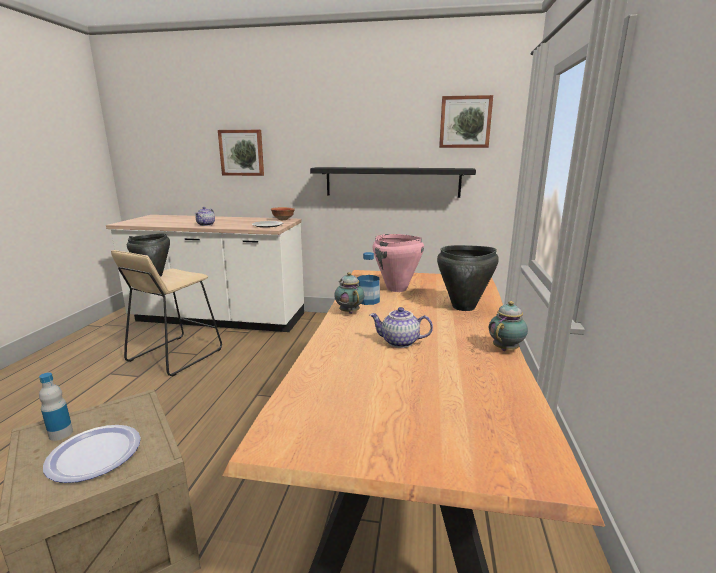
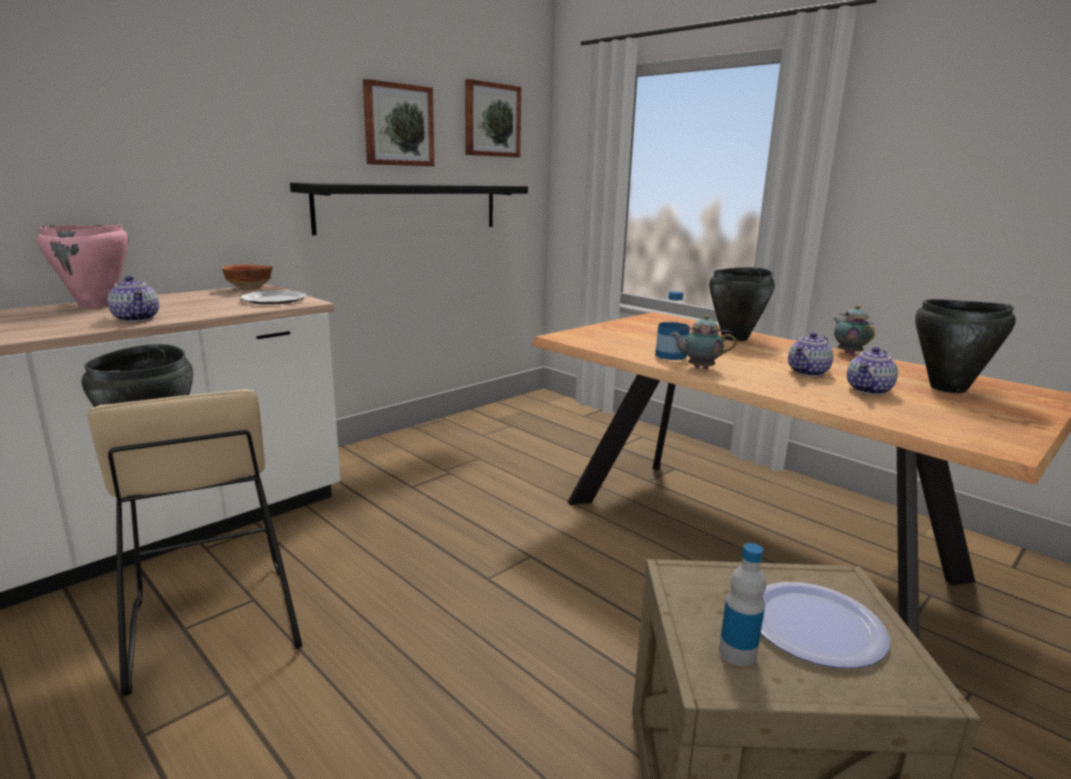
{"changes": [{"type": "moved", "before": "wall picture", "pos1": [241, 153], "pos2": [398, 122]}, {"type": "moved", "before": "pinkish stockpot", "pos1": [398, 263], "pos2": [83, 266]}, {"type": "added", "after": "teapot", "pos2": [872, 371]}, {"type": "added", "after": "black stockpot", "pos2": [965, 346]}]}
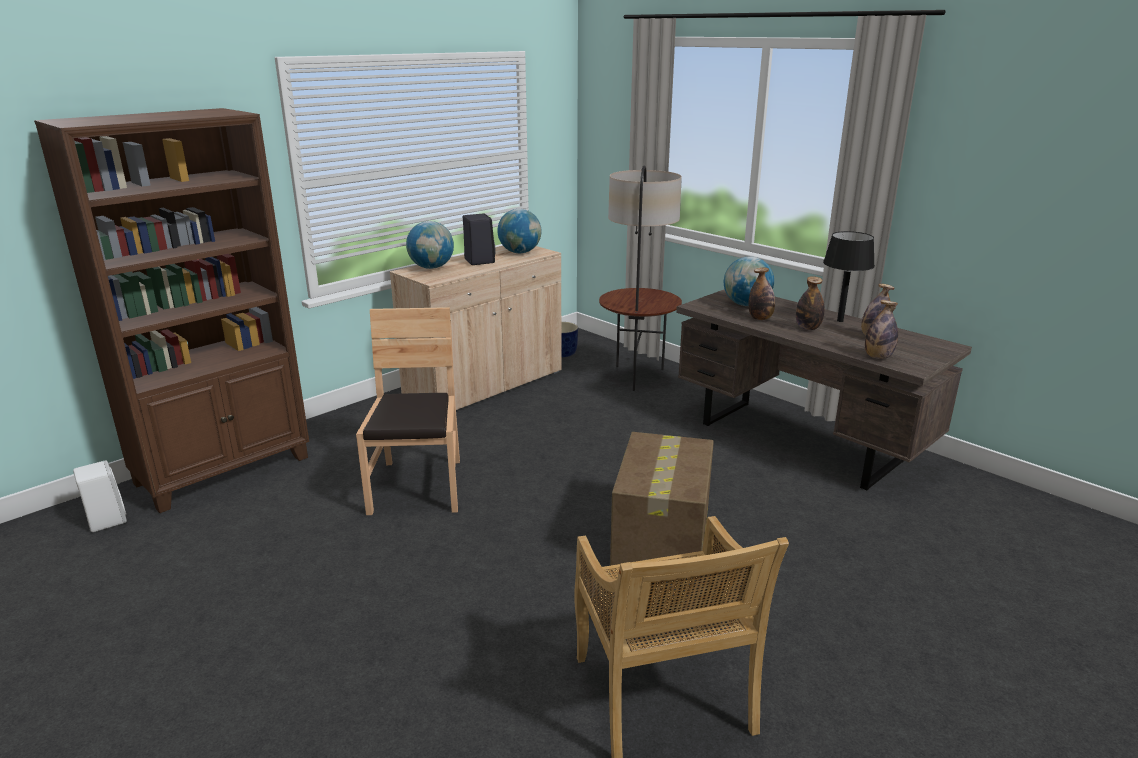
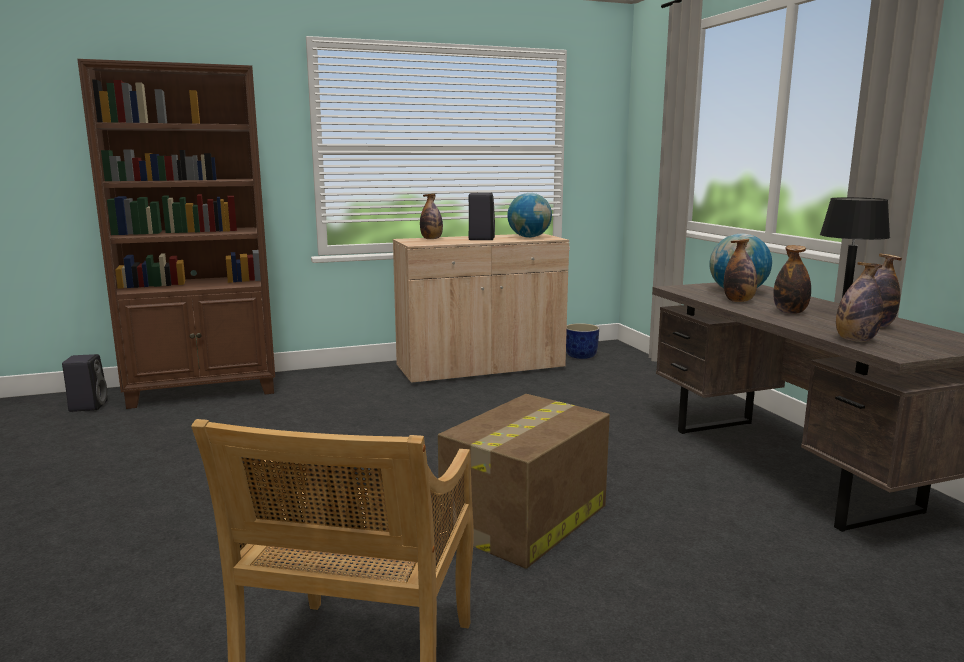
{"changes": [{"type": "recoloured", "before": "white audio speaker", "after": "black audio speaker", "pos1": [100, 496], "pos2": [85, 383]}, {"type": "removed", "before": "brown-coloured upright chair", "pos1": [408, 411]}, {"type": "replaced", "before": "world globe", "after": "bottle", "pos1": [430, 245], "pos2": [431, 216]}, {"type": "removed", "before": "floor lamp", "pos1": [640, 278]}]}
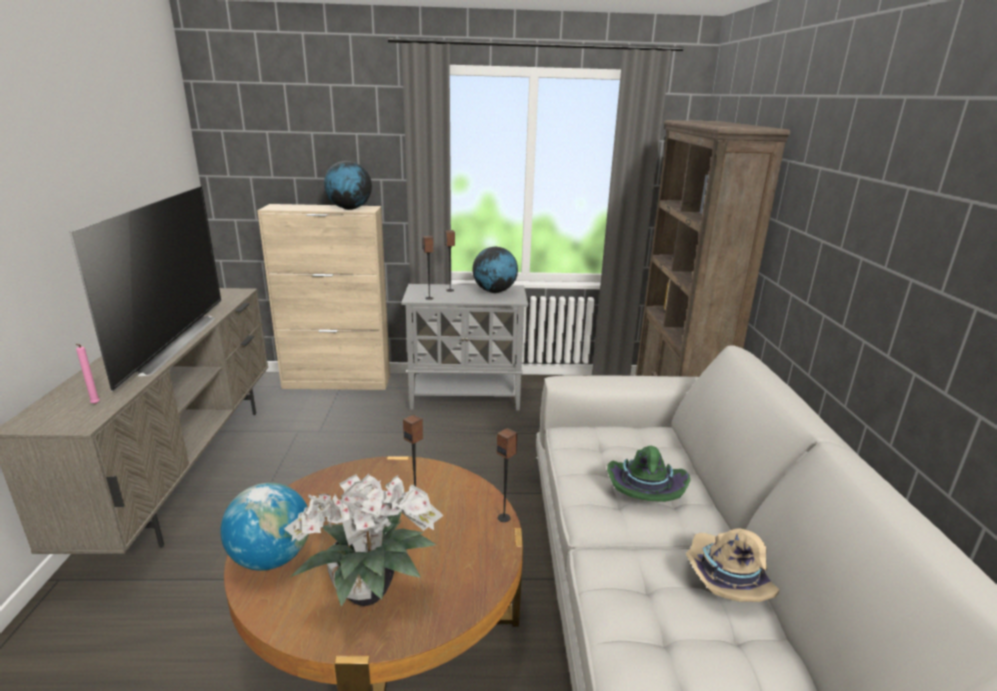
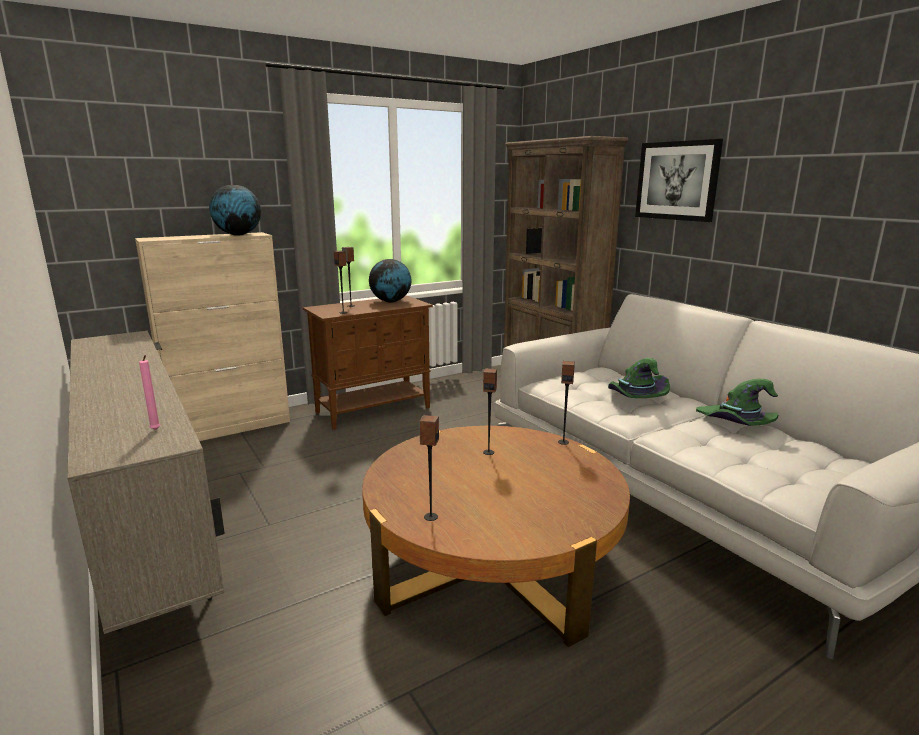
{"changes": [{"type": "removed", "before": "TV set", "pos1": [145, 289]}, {"type": "replaced", "before": "world globe", "after": "audio speaker", "pos1": [265, 527], "pos2": [429, 468]}, {"type": "removed", "before": "houseplant", "pos1": [364, 540]}, {"type": "recoloured", "before": "gray cupboard", "after": "brown-coloured cupboard", "pos1": [464, 347], "pos2": [368, 363]}, {"type": "recoloured", "before": "beige hat", "after": "greenish hat", "pos1": [733, 565], "pos2": [737, 402]}, {"type": "added", "after": "wall picture", "pos2": [679, 180]}]}
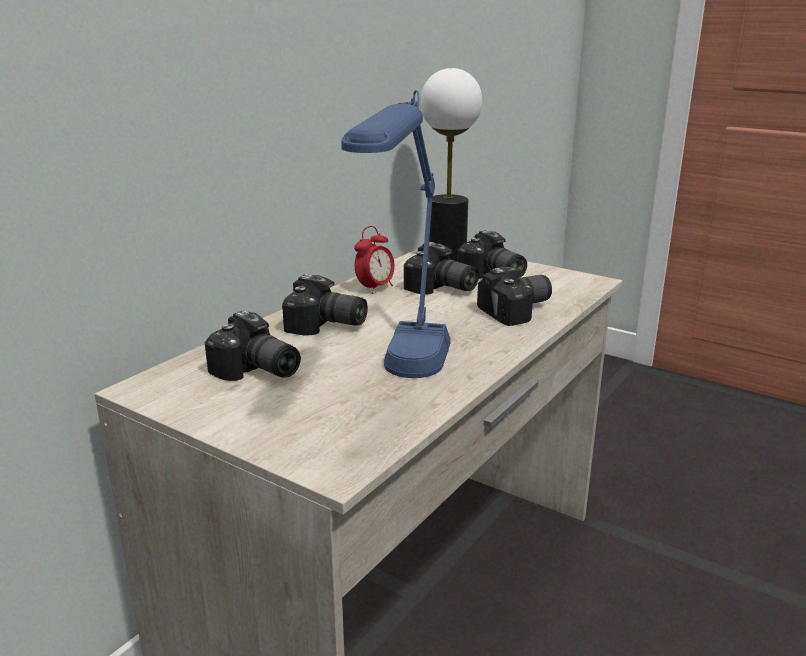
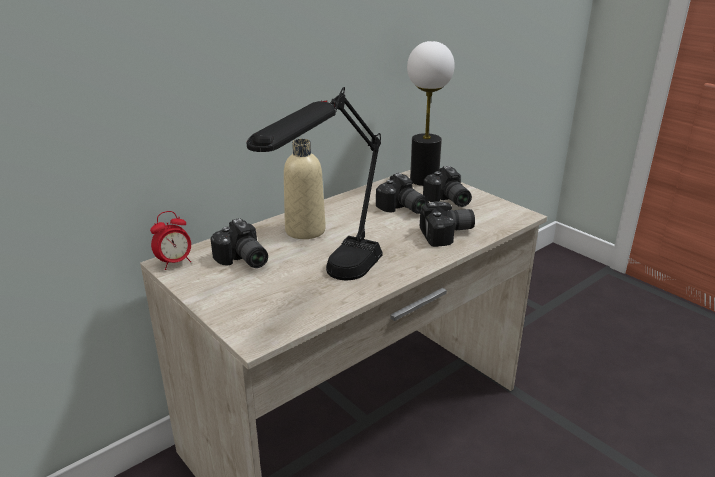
{"changes": [{"type": "replaced", "before": "still camera", "after": "beige bottle", "pos1": [325, 305], "pos2": [305, 189]}, {"type": "recoloured", "before": "blue-coloured lamp for a table", "after": "black lamp for a table", "pos1": [396, 234], "pos2": [315, 183]}, {"type": "moved", "before": "table clock", "pos1": [374, 260], "pos2": [170, 240]}]}
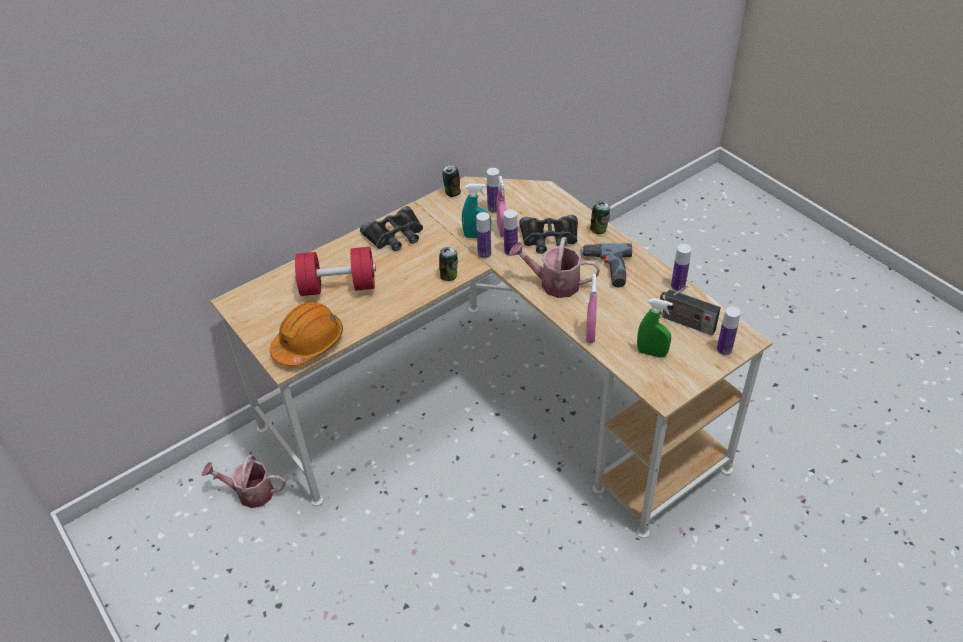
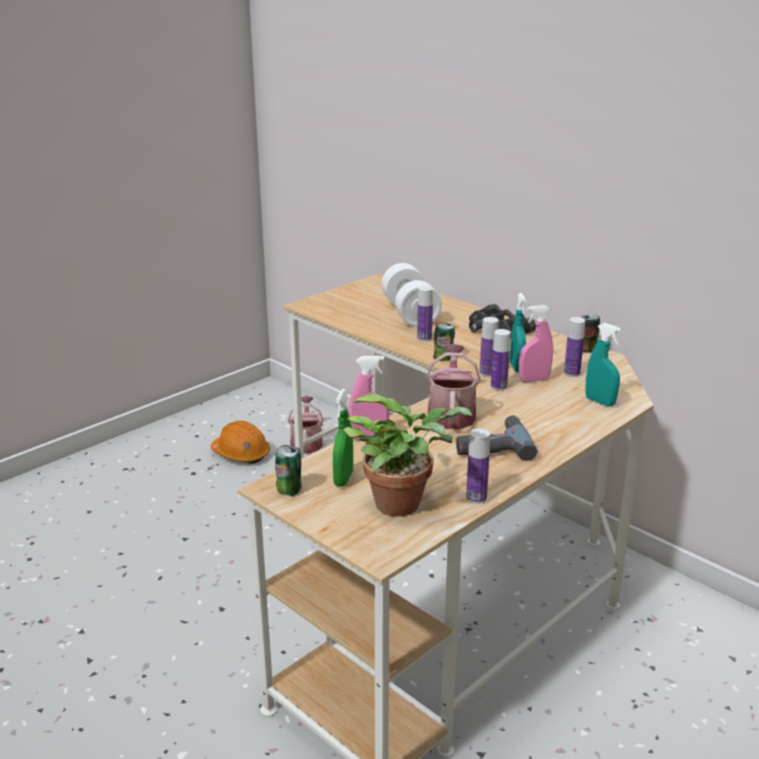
{"changes": [{"type": "moved", "before": "orange-coloured hard hat", "pos1": [306, 334], "pos2": [240, 442]}, {"type": "recoloured", "before": "red-coloured hand weight", "after": "white hand weight", "pos1": [335, 271], "pos2": [411, 295]}, {"type": "removed", "before": "black binoculars", "pos1": [548, 234]}, {"type": "moved", "before": "sealed can", "pos1": [600, 217], "pos2": [288, 470]}, {"type": "replaced", "before": "radio", "after": "houseplant", "pos1": [690, 310], "pos2": [408, 455]}, {"type": "moved", "before": "bottle", "pos1": [729, 330], "pos2": [425, 313]}, {"type": "added", "after": "turquoise-coloured spray bottle", "pos2": [603, 364]}]}
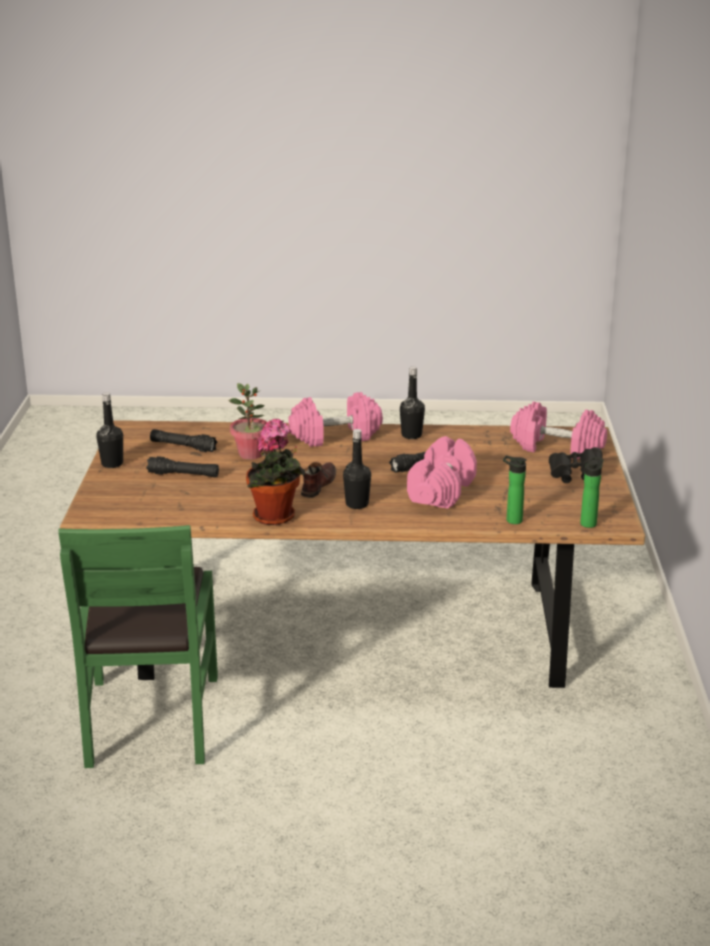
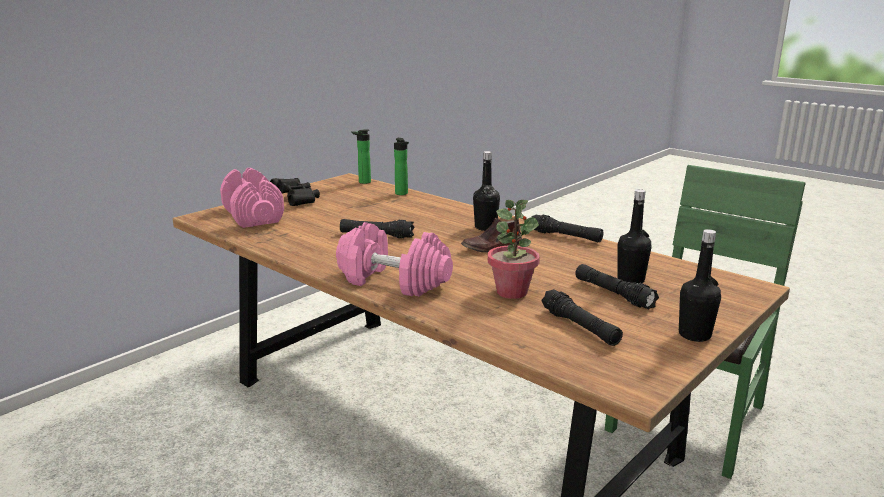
{"changes": [{"type": "replaced", "before": "houseplant", "after": "black hand torch", "pos1": [275, 471], "pos2": [567, 228]}, {"type": "moved", "before": "black bottle", "pos1": [412, 402], "pos2": [634, 236]}, {"type": "removed", "before": "pinkish hand weight", "pos1": [442, 472]}]}
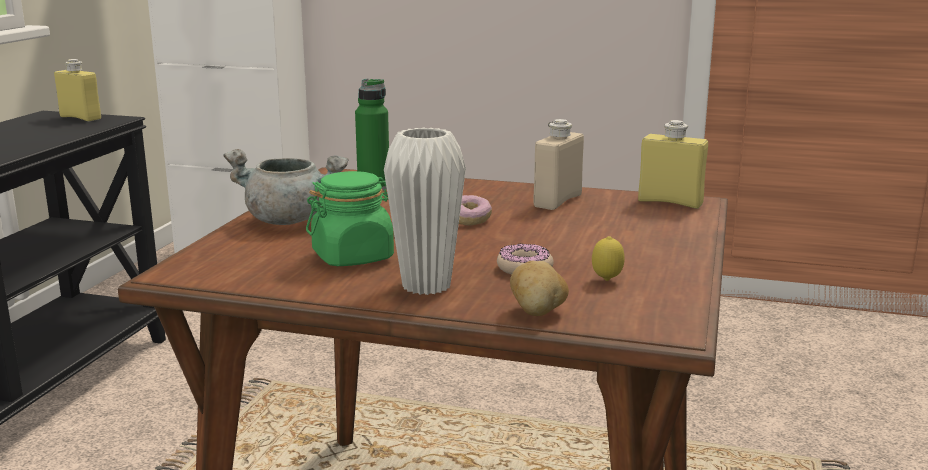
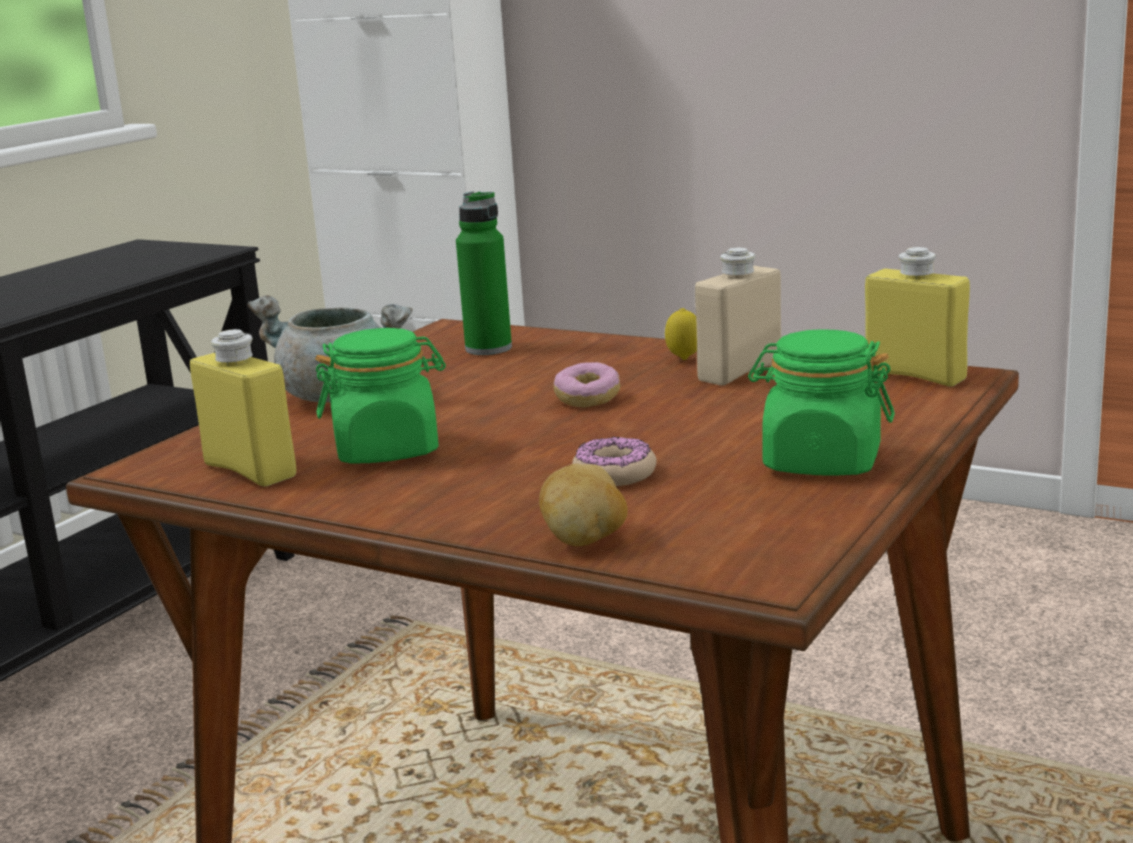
{"changes": [{"type": "moved", "before": "yellow bottle", "pos1": [77, 90], "pos2": [243, 408]}, {"type": "removed", "before": "white flower vase", "pos1": [425, 211]}, {"type": "moved", "before": "whole lemon", "pos1": [608, 258], "pos2": [681, 334]}, {"type": "added", "after": "greenish jar", "pos2": [821, 402]}]}
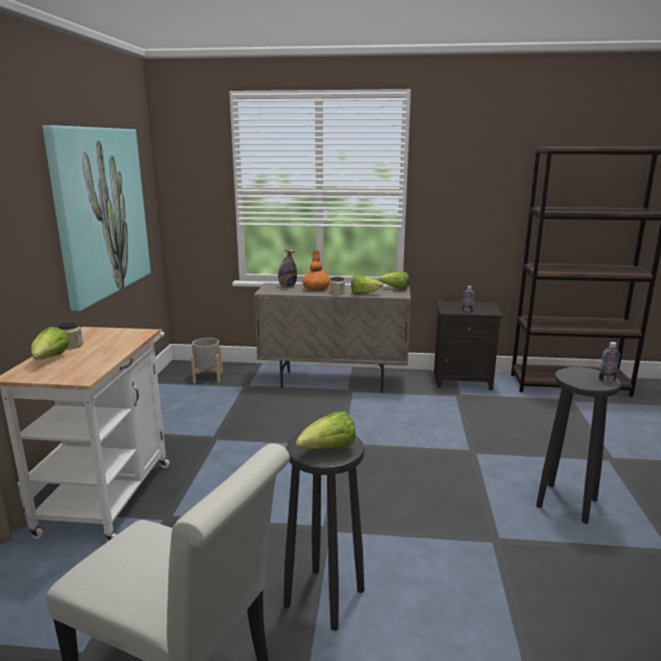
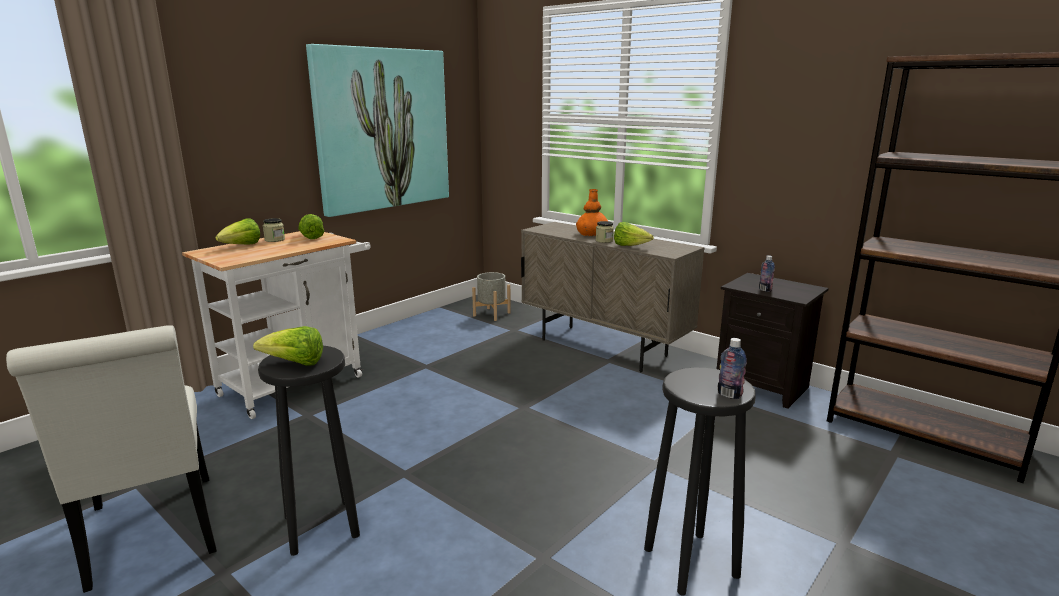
{"changes": [{"type": "removed", "before": "bottle", "pos1": [287, 268]}, {"type": "moved", "before": "head of lettuce", "pos1": [394, 280], "pos2": [311, 226]}]}
